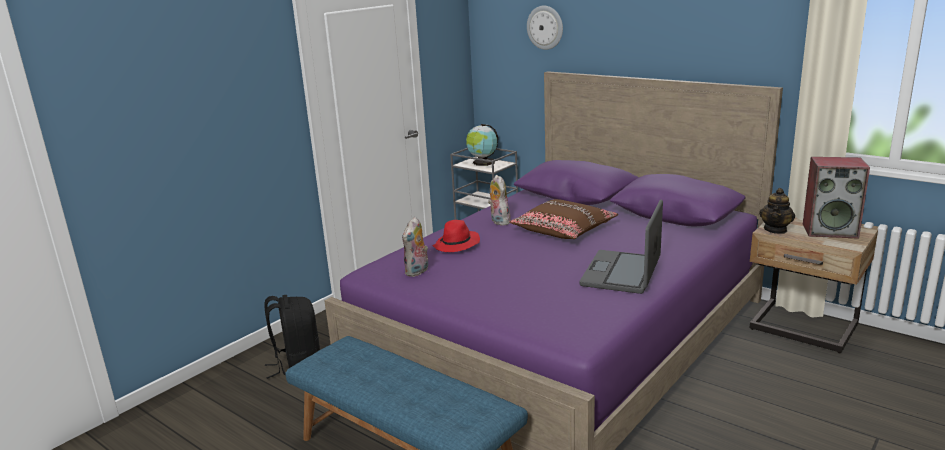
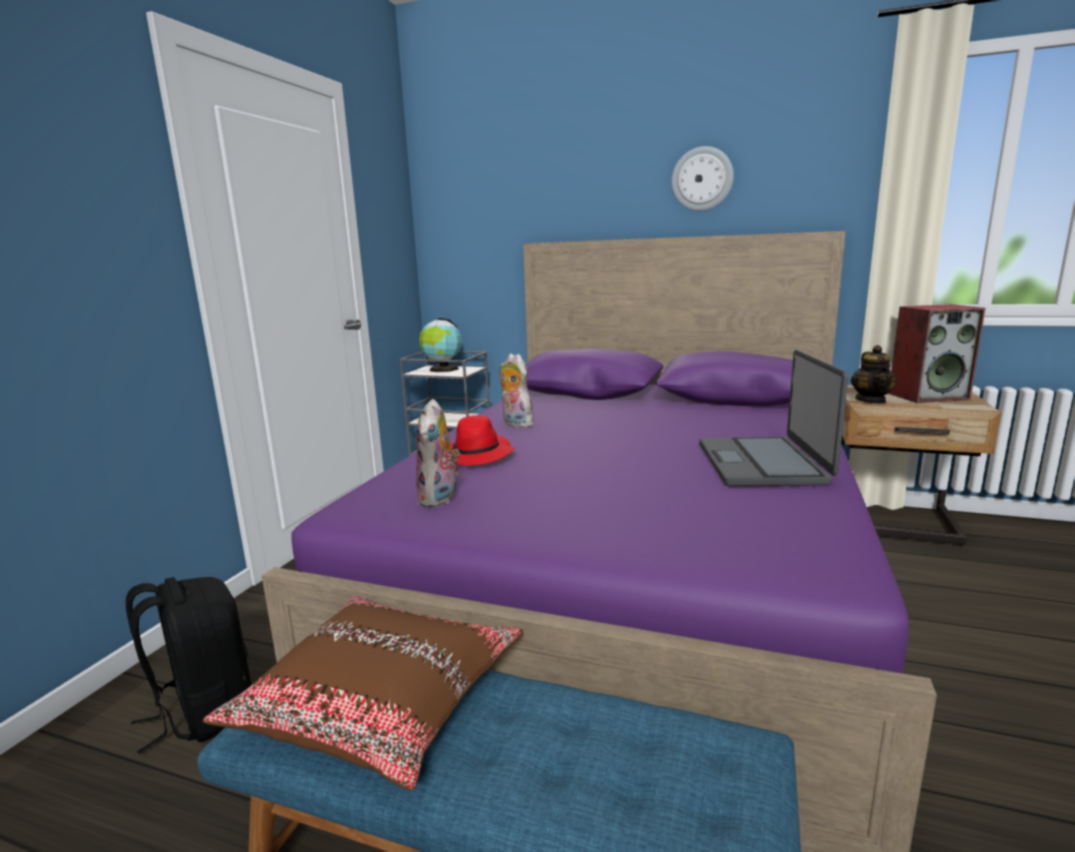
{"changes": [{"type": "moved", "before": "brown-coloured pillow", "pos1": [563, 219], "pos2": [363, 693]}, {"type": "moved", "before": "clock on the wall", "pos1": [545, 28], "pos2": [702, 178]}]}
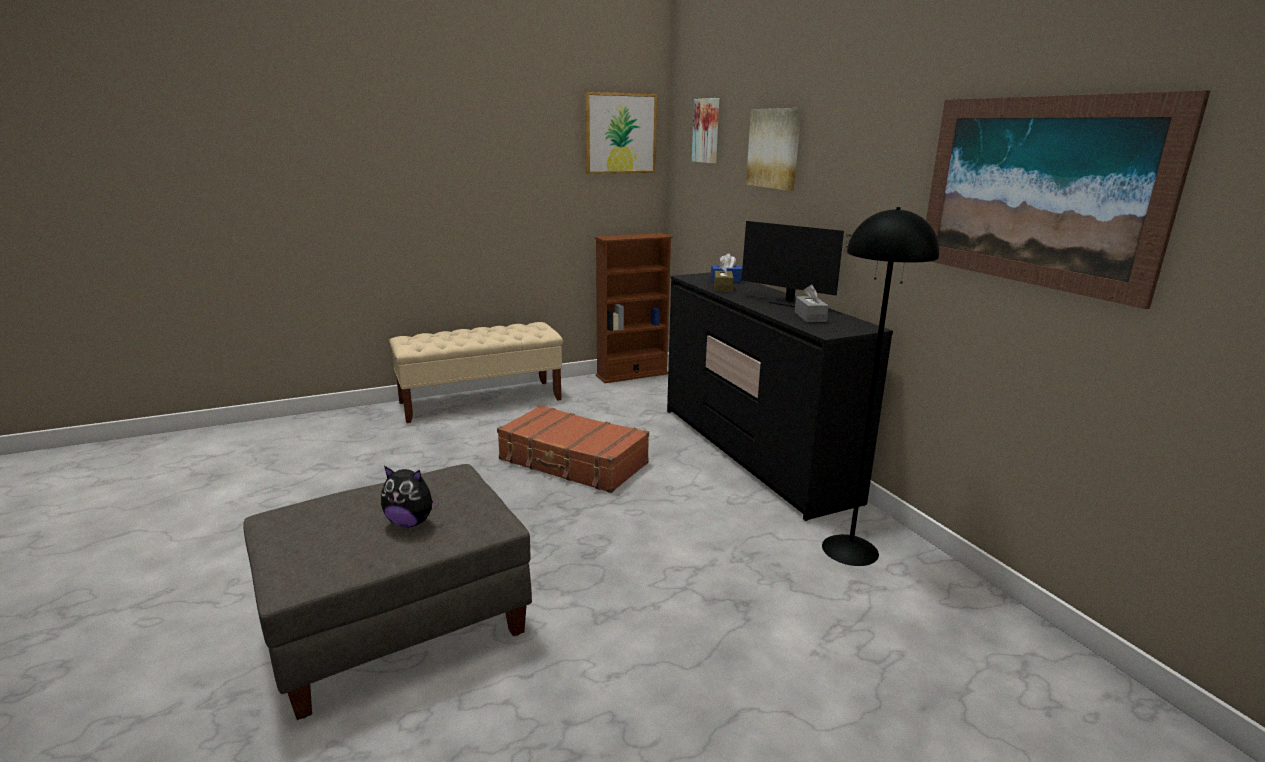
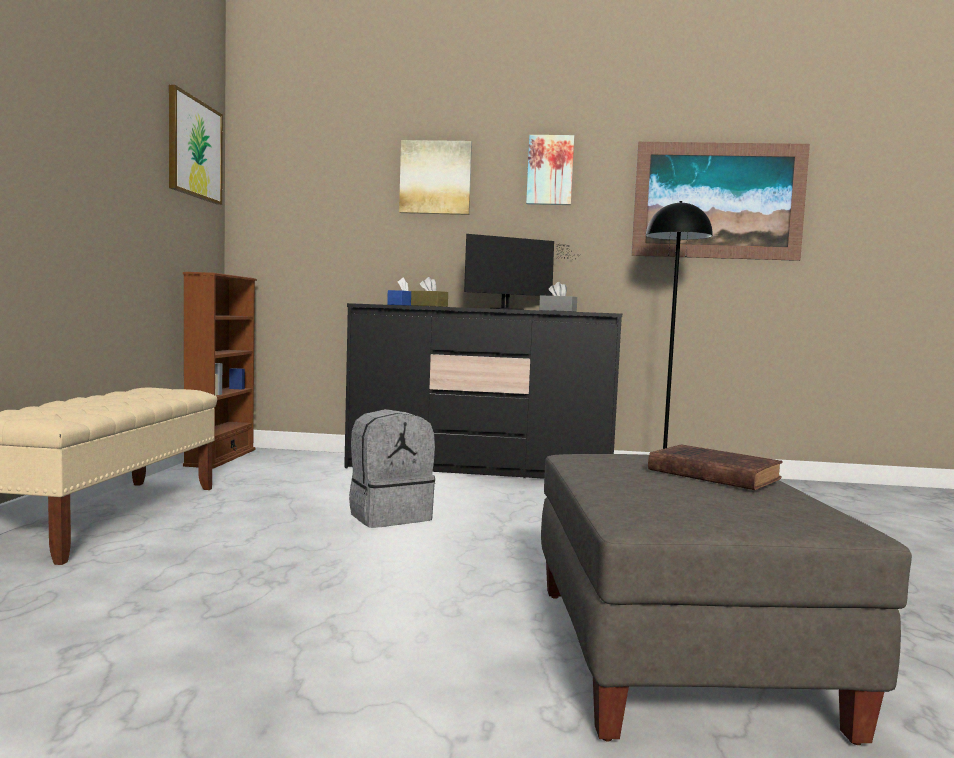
{"changes": [{"type": "replaced", "before": "plush toy", "after": "brown-coloured book", "pos1": [411, 496], "pos2": [715, 467]}, {"type": "replaced", "before": "brown-coloured suitcase", "after": "gray rucksack", "pos1": [573, 449], "pos2": [392, 468]}, {"type": "moved", "before": "wall picture", "pos1": [705, 130], "pos2": [550, 170]}]}
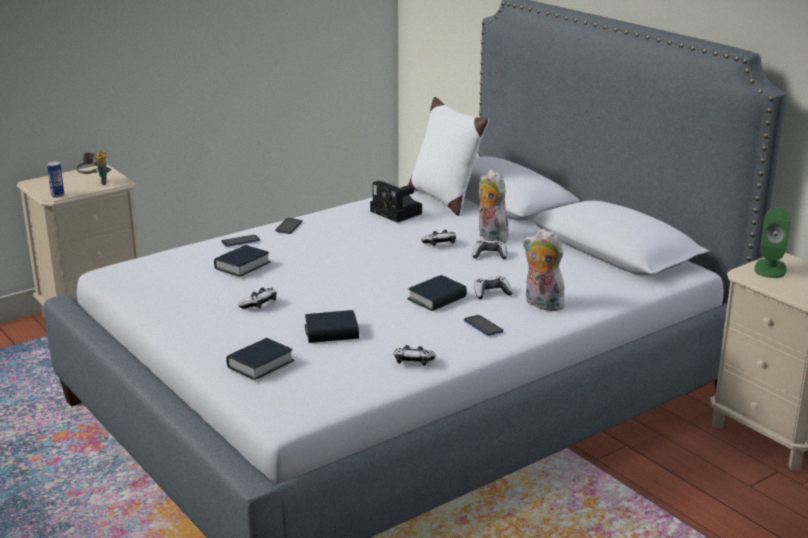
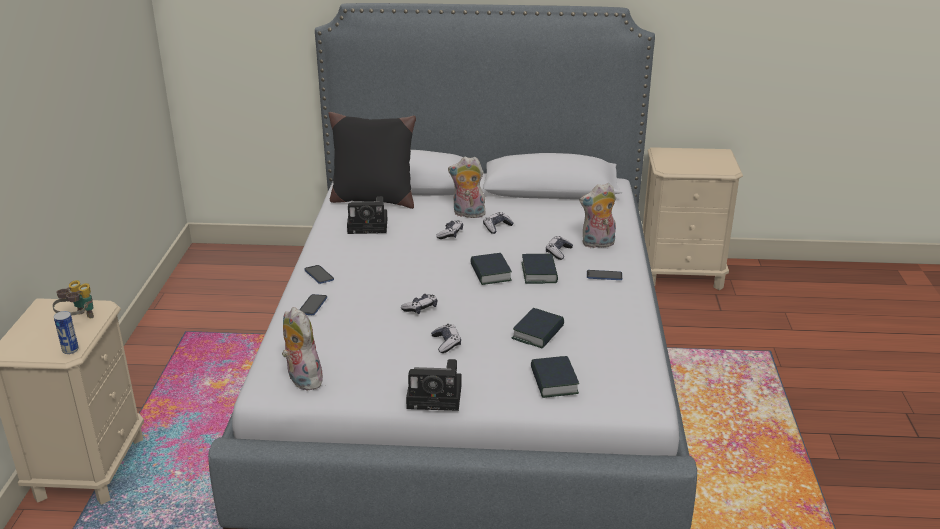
{"changes": [{"type": "moved", "before": "book", "pos1": [242, 261], "pos2": [491, 269]}, {"type": "moved", "before": "game controller", "pos1": [414, 355], "pos2": [419, 304]}, {"type": "recoloured", "before": "white pillow", "after": "black pillow", "pos1": [448, 156], "pos2": [372, 160]}, {"type": "removed", "before": "greenish audio speaker", "pos1": [772, 242]}, {"type": "added", "after": "plush toy", "pos2": [302, 348]}, {"type": "added", "after": "still camera", "pos2": [434, 385]}]}
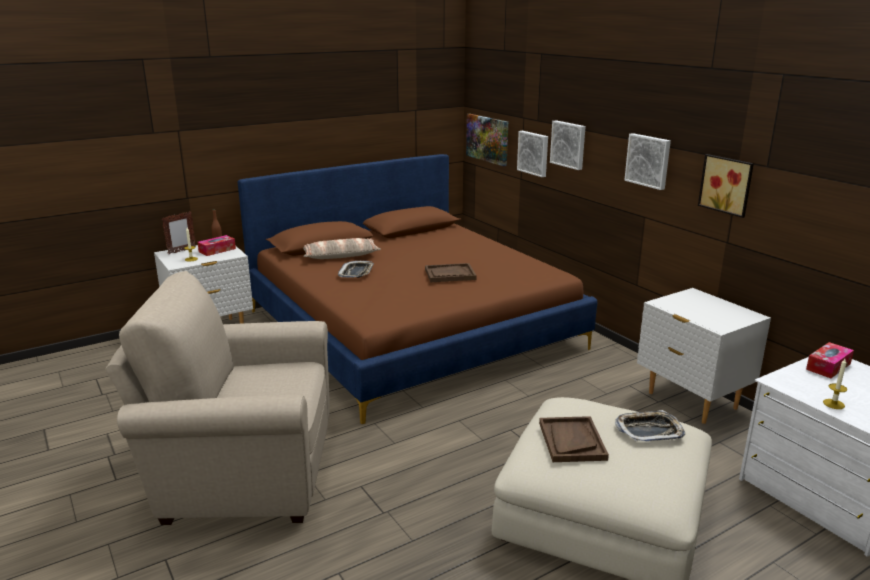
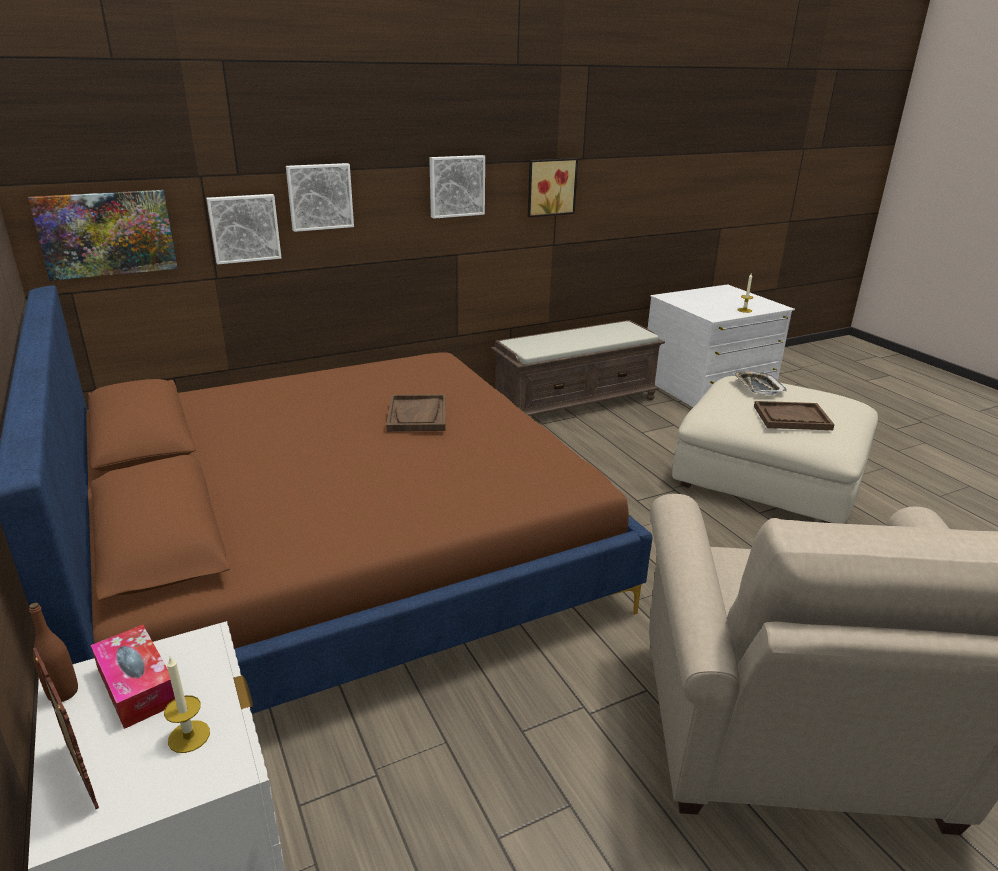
{"changes": [{"type": "removed", "before": "pillow", "pos1": [342, 248]}, {"type": "removed", "before": "tray", "pos1": [356, 269]}, {"type": "replaced", "before": "white bedside table", "after": "brown-coloured indoor bench", "pos1": [704, 356], "pos2": [578, 368]}, {"type": "removed", "before": "box of tissues", "pos1": [830, 360]}]}
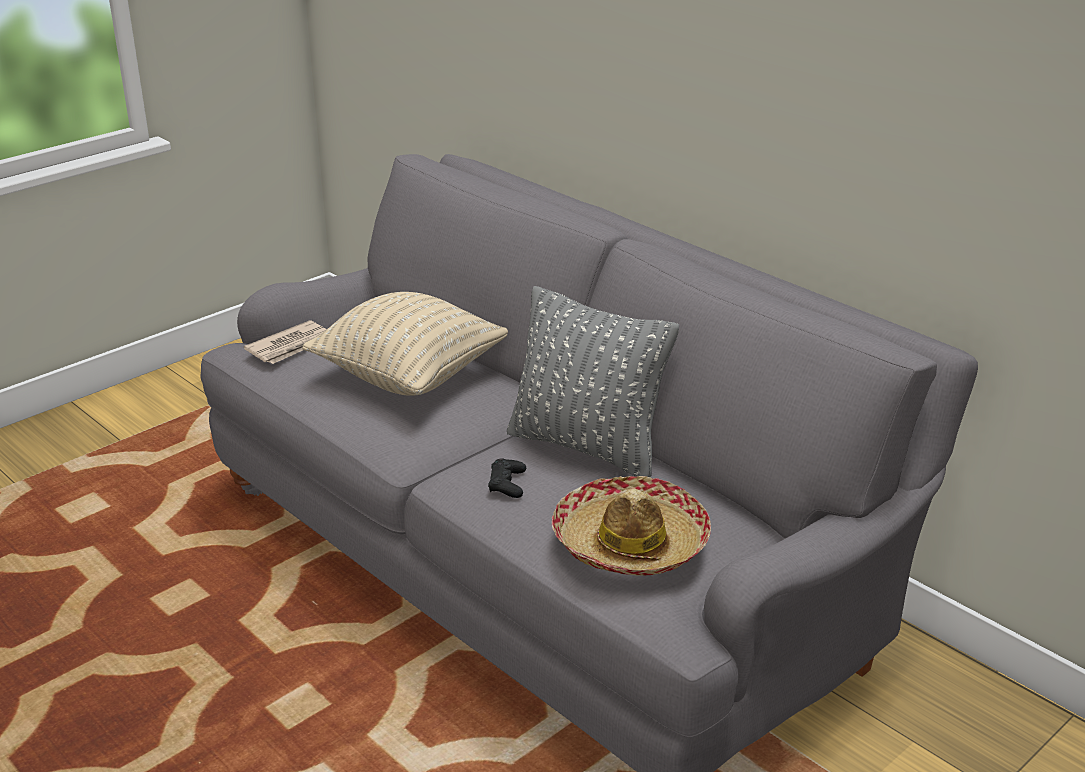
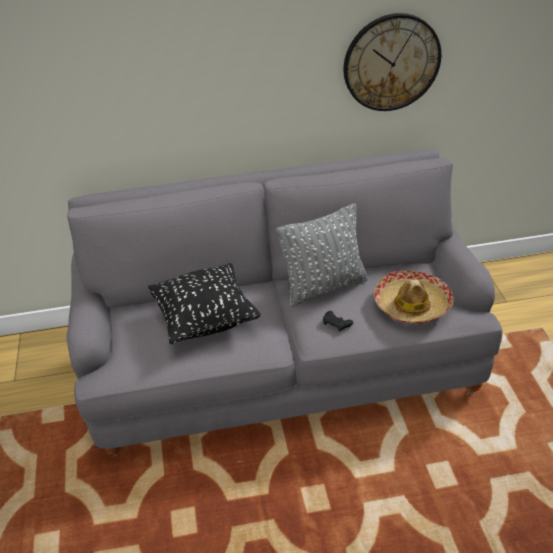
{"changes": [{"type": "removed", "before": "newspaper", "pos1": [285, 342]}, {"type": "recoloured", "before": "beige pillow", "after": "black pillow", "pos1": [405, 344], "pos2": [204, 303]}, {"type": "added", "after": "clock on the wall", "pos2": [392, 62]}]}
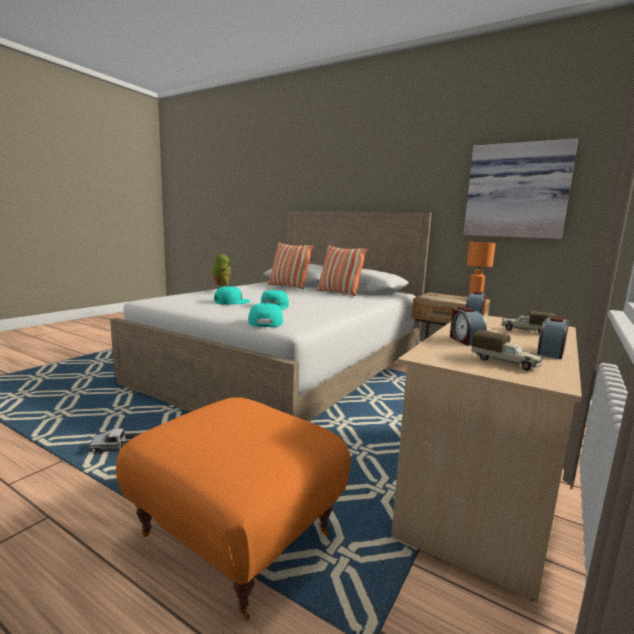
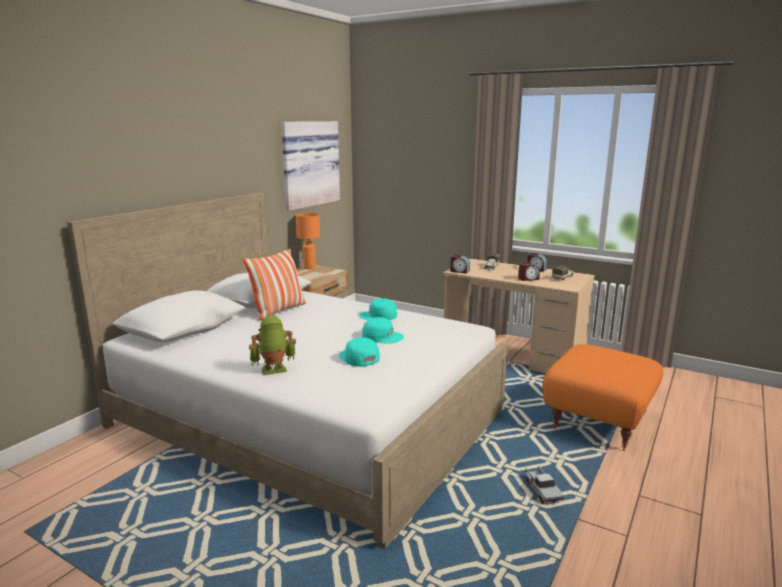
{"changes": [{"type": "moved", "before": "turquoise-coloured peaked cap", "pos1": [265, 315], "pos2": [378, 309]}, {"type": "removed", "before": "pillow", "pos1": [291, 265]}]}
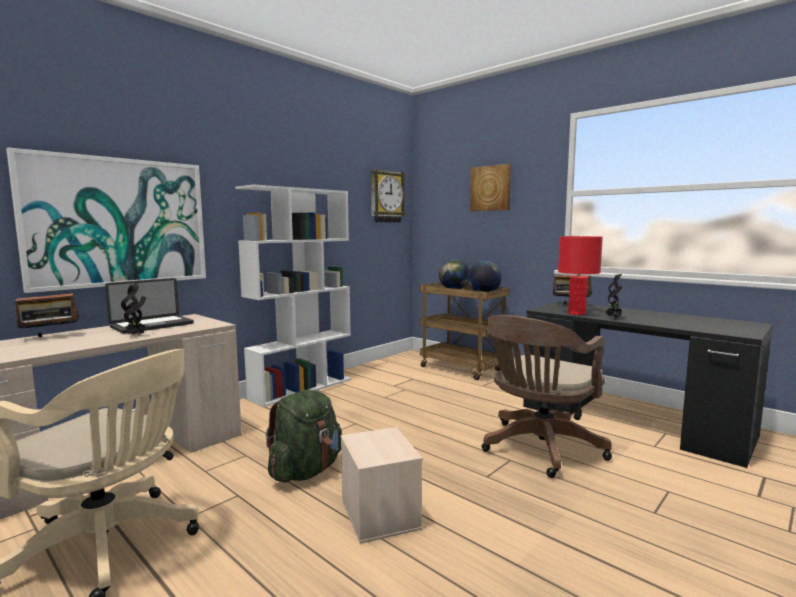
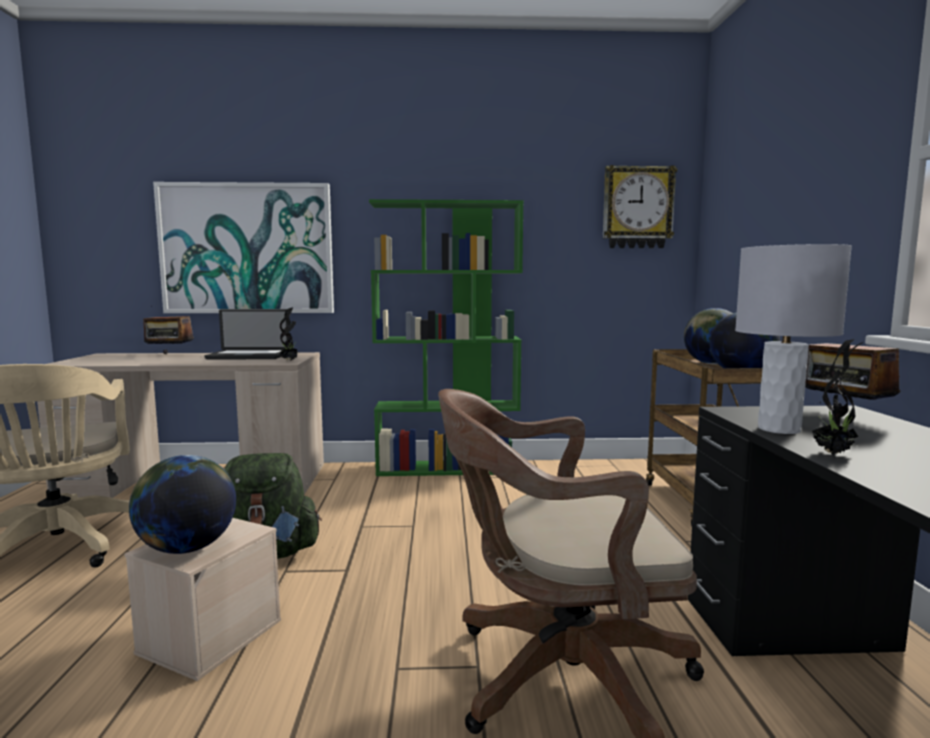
{"changes": [{"type": "moved", "before": "houseplant", "pos1": [133, 309], "pos2": [289, 333]}, {"type": "recoloured", "before": "white bookshelf", "after": "greenish bookshelf", "pos1": [293, 295], "pos2": [446, 337]}, {"type": "removed", "before": "wall picture", "pos1": [490, 187]}, {"type": "recoloured", "before": "red-coloured lamp for a table", "after": "gray lamp for a table", "pos1": [580, 275], "pos2": [793, 339]}, {"type": "added", "after": "world globe", "pos2": [182, 504]}]}
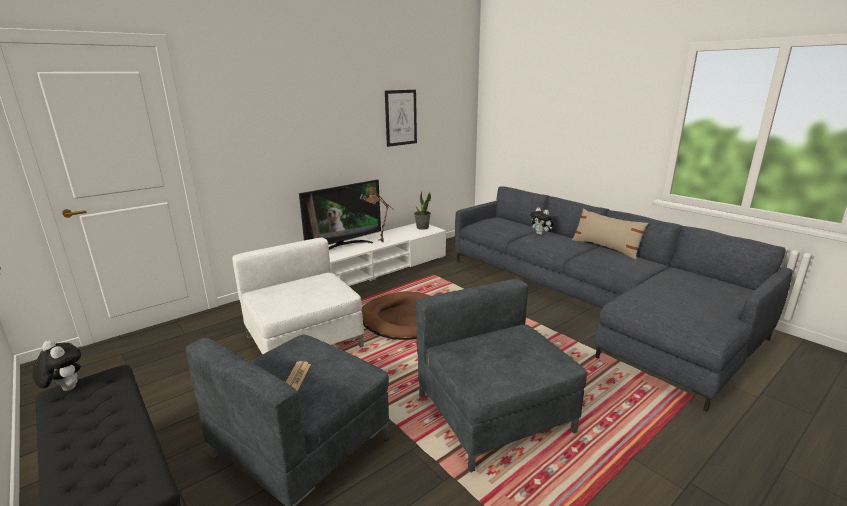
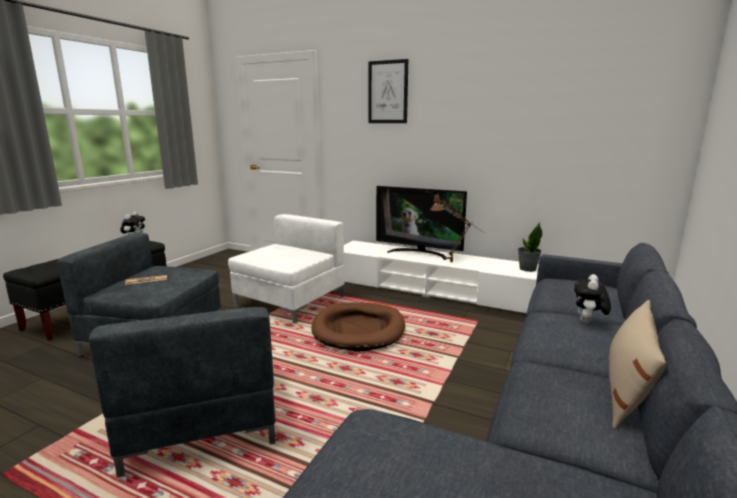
{"changes": [{"type": "moved", "before": "wall picture", "pos1": [401, 118], "pos2": [388, 91]}, {"type": "turned", "before": "gray lounge chair", "pos1": [501, 375], "pos2": [182, 392], "turn": 120}]}
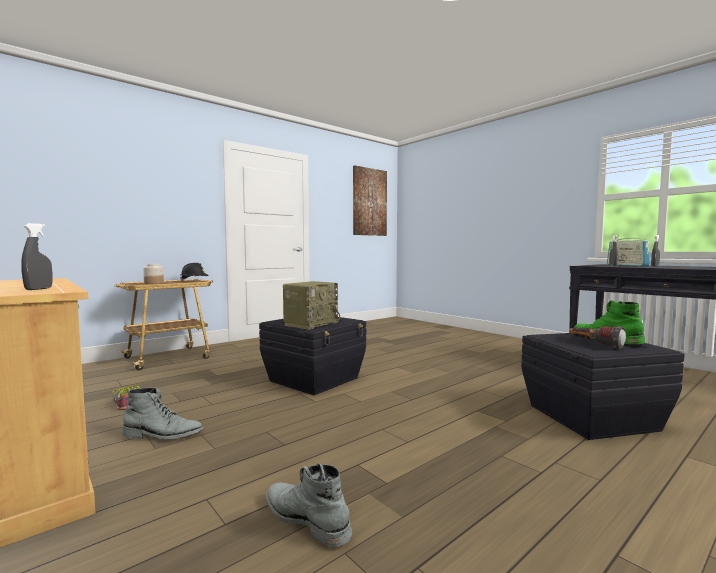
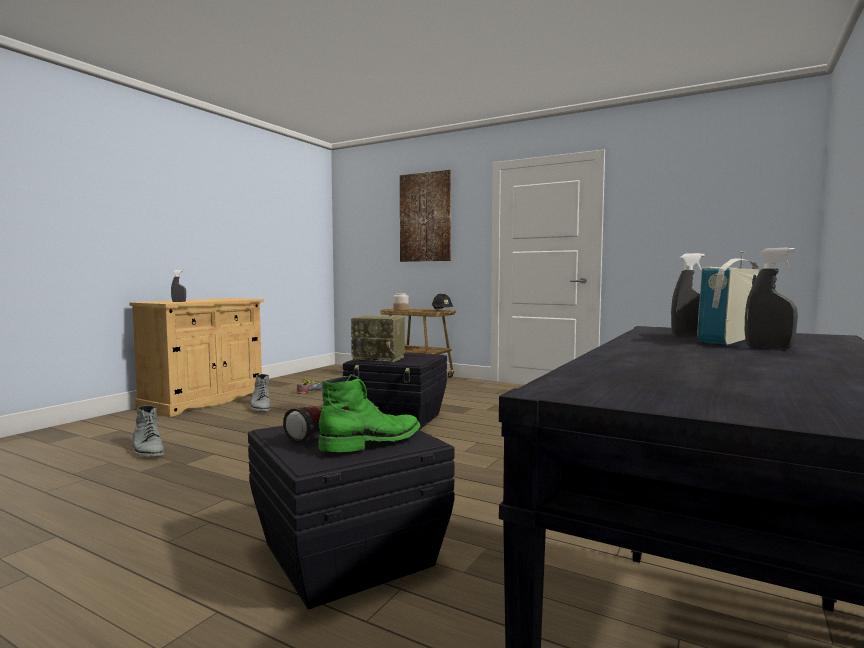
{"changes": [{"type": "turned", "before": "gray high-top boot", "pos1": [309, 505], "pos2": [149, 431], "turn": 120}, {"type": "moved", "before": "wall picture", "pos1": [370, 200], "pos2": [425, 216]}]}
